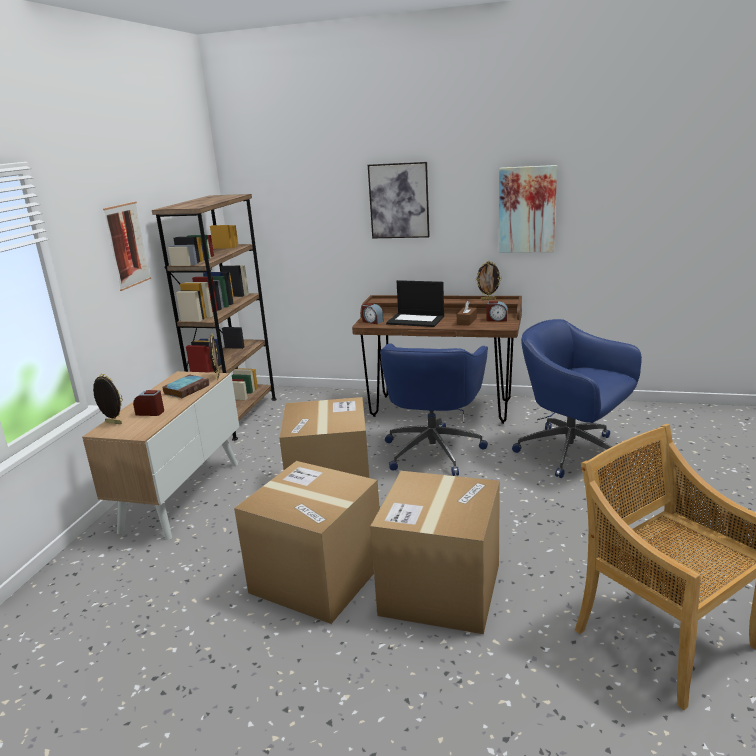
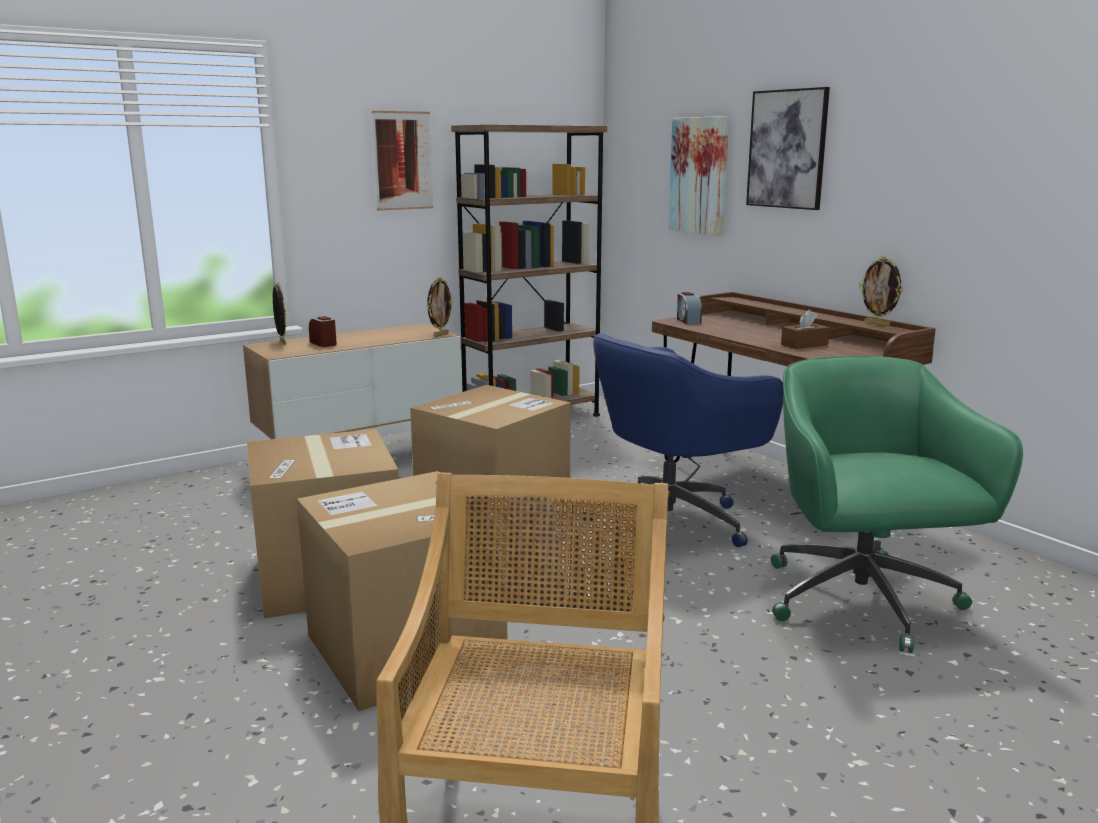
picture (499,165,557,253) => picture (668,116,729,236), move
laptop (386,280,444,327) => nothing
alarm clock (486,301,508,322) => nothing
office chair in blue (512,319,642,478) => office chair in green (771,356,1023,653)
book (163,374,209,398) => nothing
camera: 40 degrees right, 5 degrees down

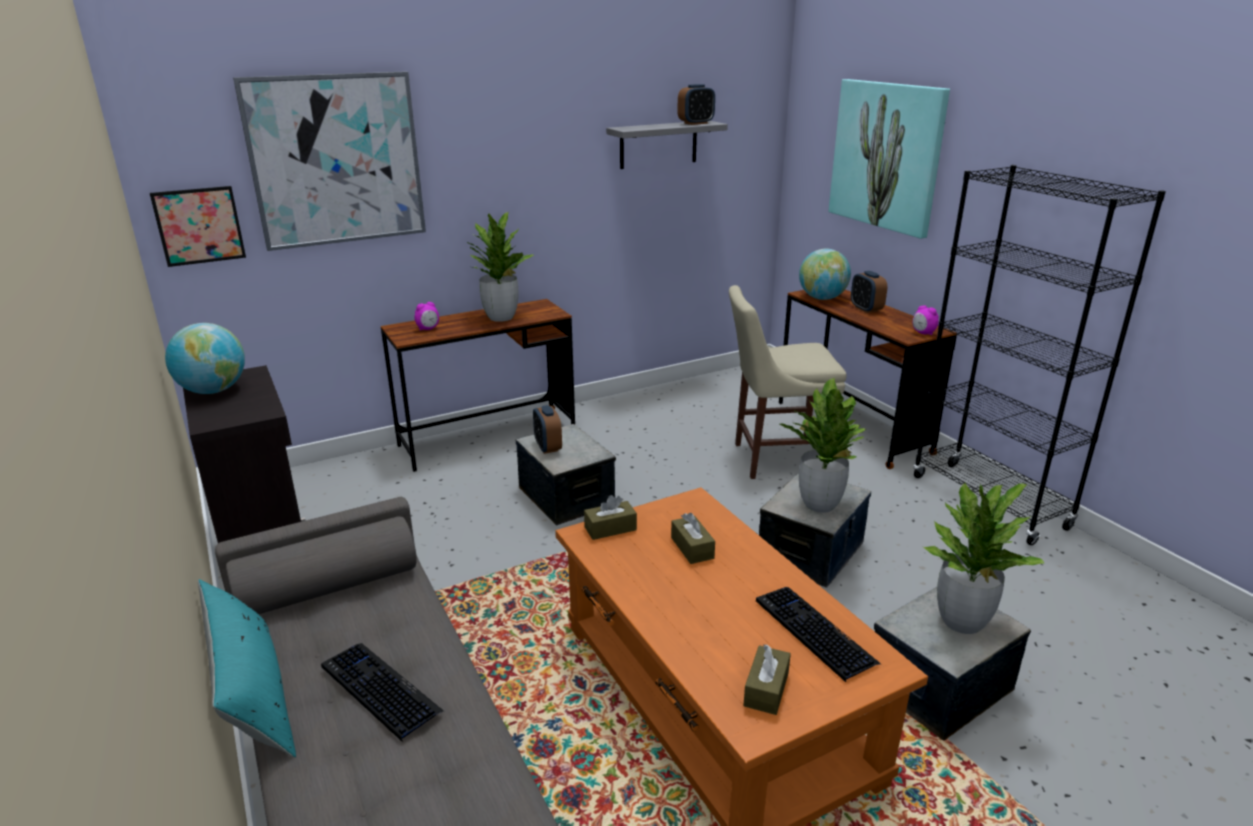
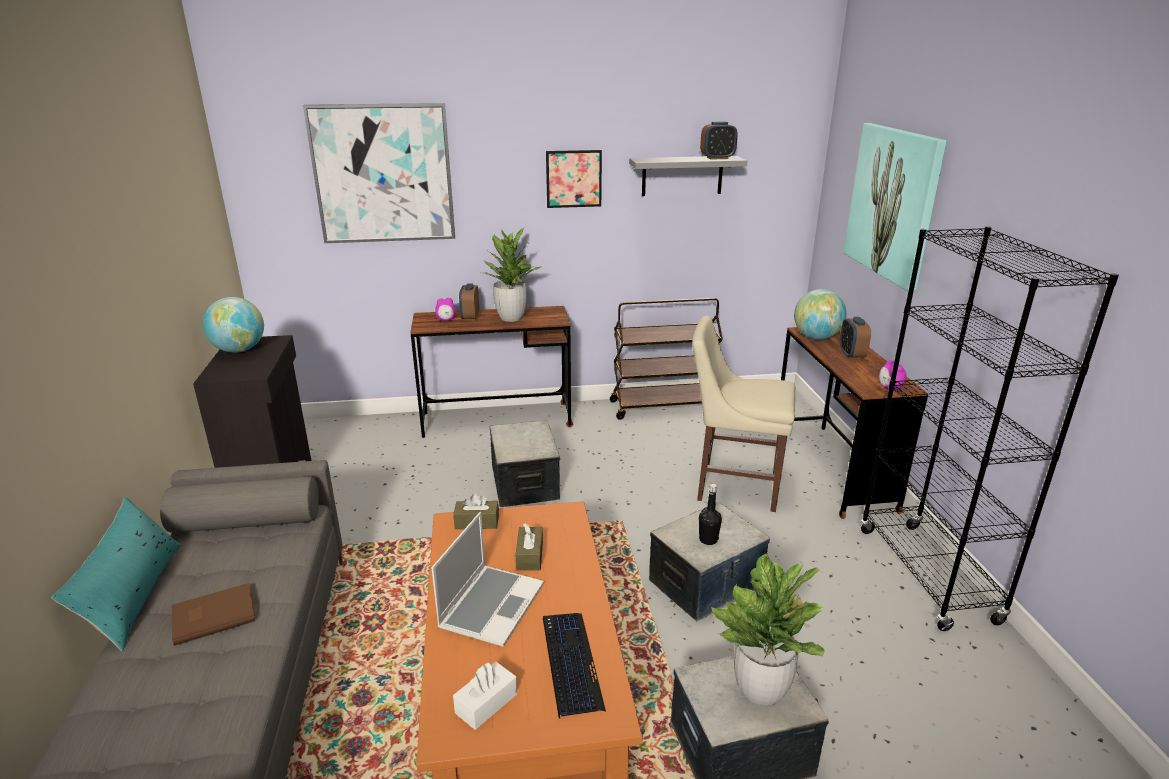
picture (150,186,246,267) => picture (546,150,602,208), move
potted plant (780,378,867,513) => bottle in black (699,484,722,545)
alarm clock (533,405,562,454) => alarm clock (459,283,479,321), move
keyboard (321,643,444,741) => book in brown (172,583,255,646)
tissue box in brown (743,644,791,715) => tissue box in white (453,662,517,730)
nothing => cart in brown (610,298,723,420)
nothing => laptop (431,512,544,647)
camera: 20 degrees right, 0 degrees up

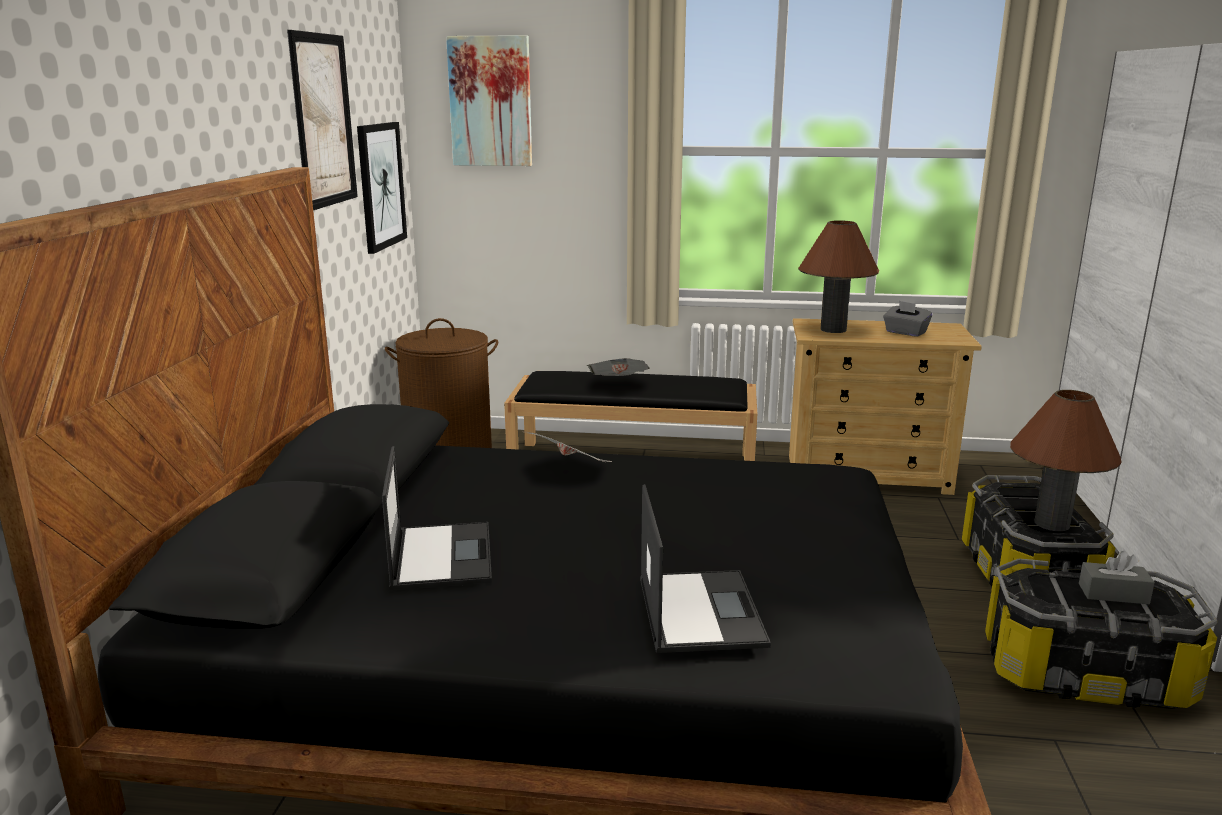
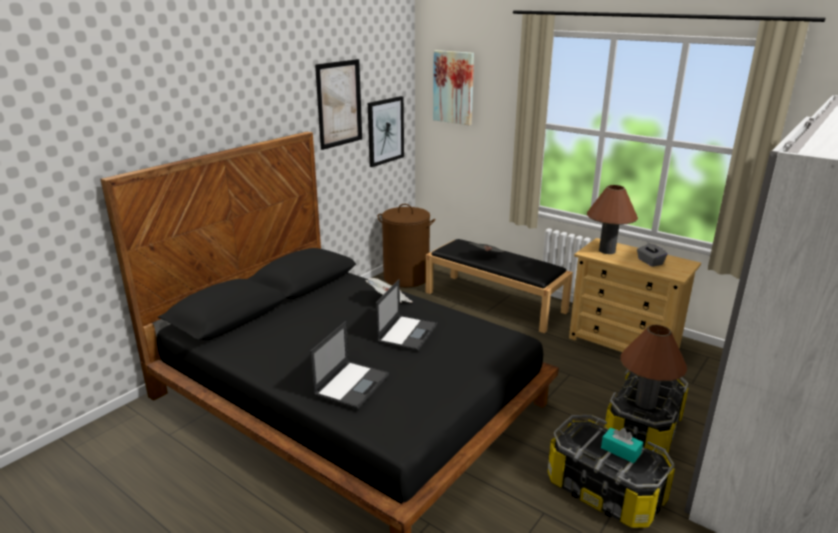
laptop (382,446,492,591) => laptop (376,279,437,351), move
tissue box in grey (1079,551,1155,604) => tissue box in turquoise (601,428,643,463)
camera: 30 degrees right, 5 degrees up

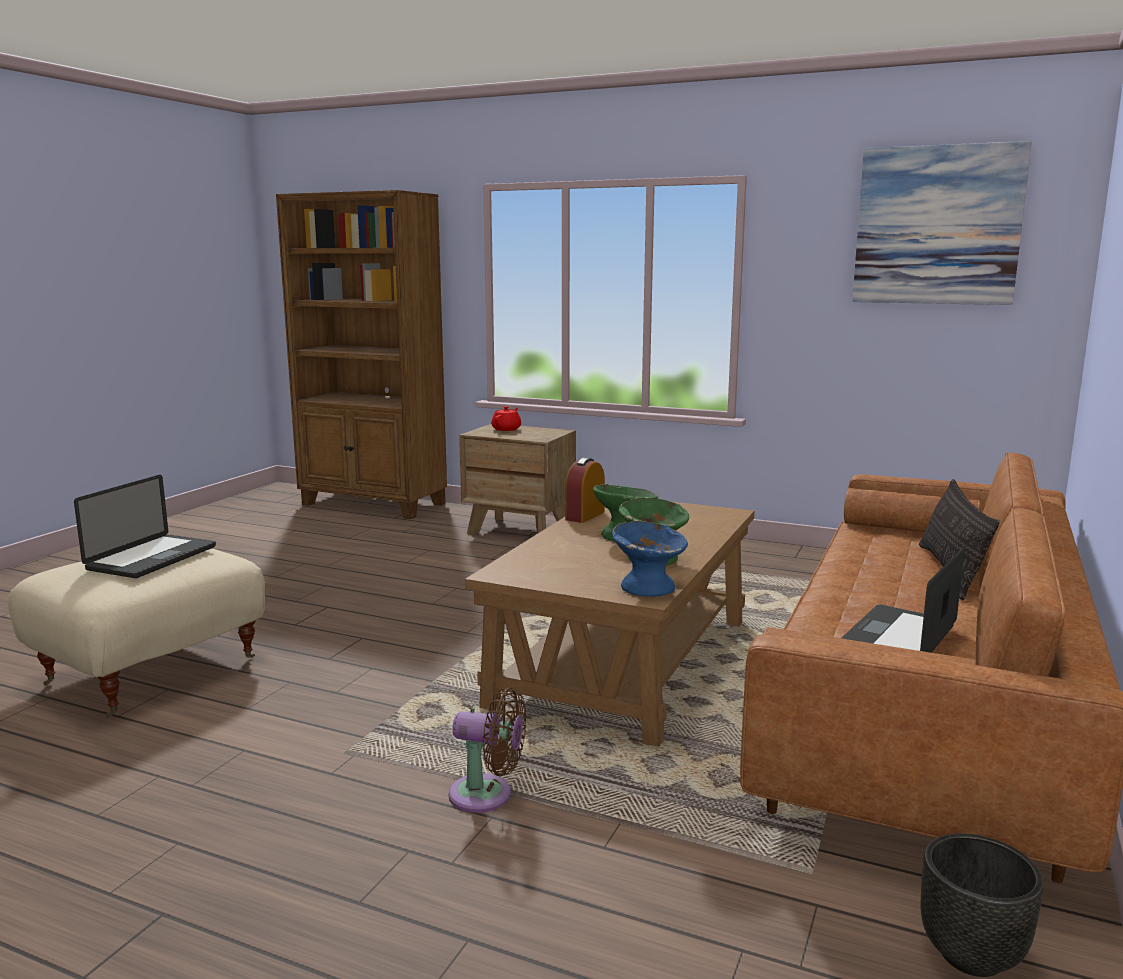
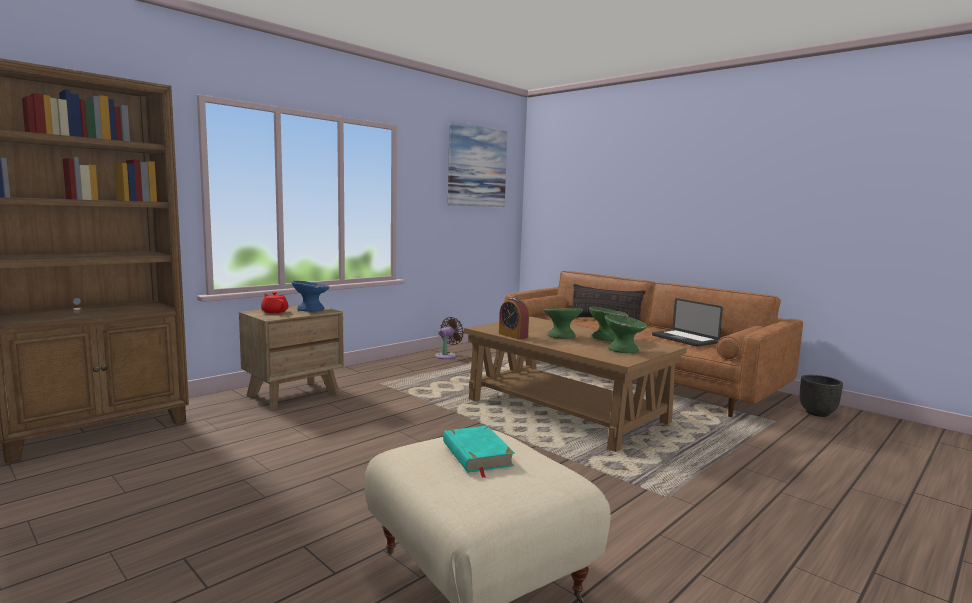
laptop (74,475,216,578) => book in turquoise (443,426,515,478)
bowl in blue (612,521,688,597) => bowl in blue (292,281,330,312), move
fan in brown (449,688,526,813) => fan in brown (435,317,464,359), move
nothing => bowl in green (605,314,647,353)
camera: 70 degrees left, 5 degrees down

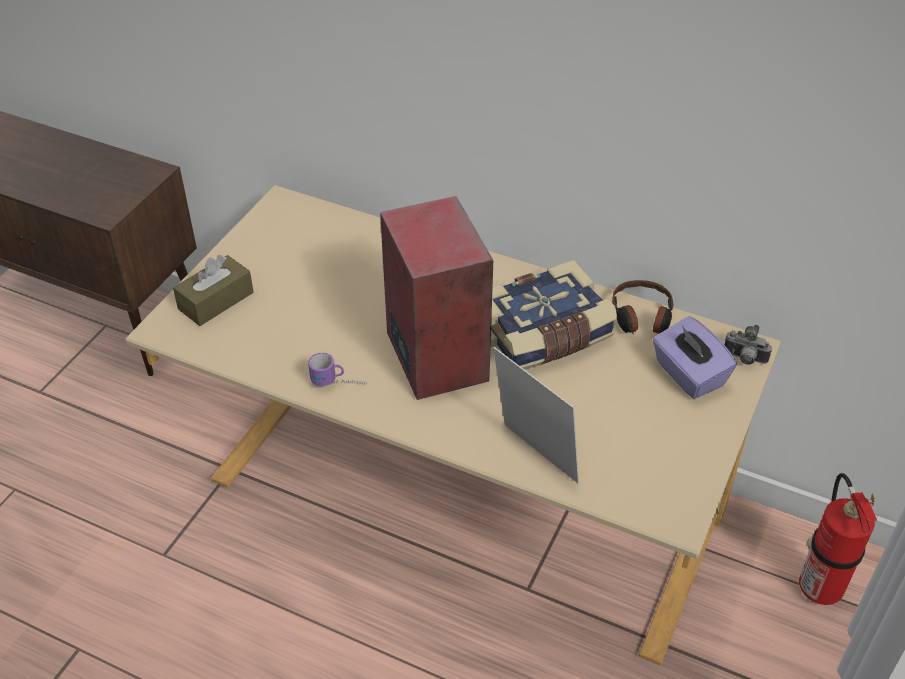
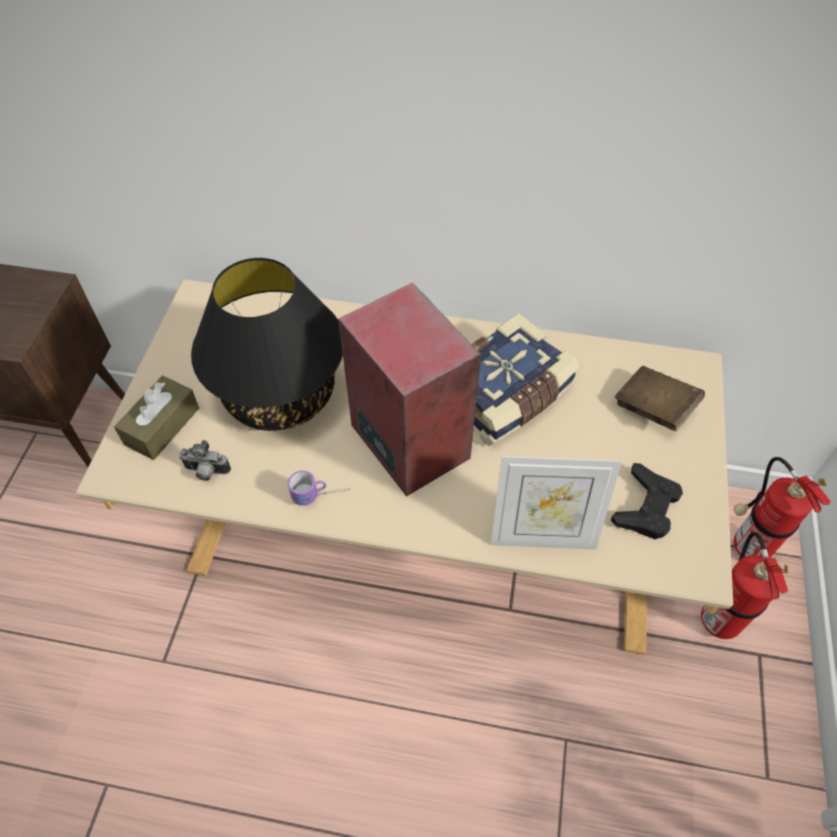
headphones (612,280,673,334) => nothing
tissue box in purple (652,316,737,399) => book in brown (615,366,705,431)
photo camera (724,325,772,365) => photo camera (179,440,231,481), move
picture frame (493,347,579,483) => picture frame (491,456,622,550), 150 degrees clockwise
nothing => table lamp in black (191,258,343,431)
nothing => game controller in black (611,463,683,539)
nothing => fire extinguisher (701,532,788,639)
camera: 15 degrees left, 10 degrees up

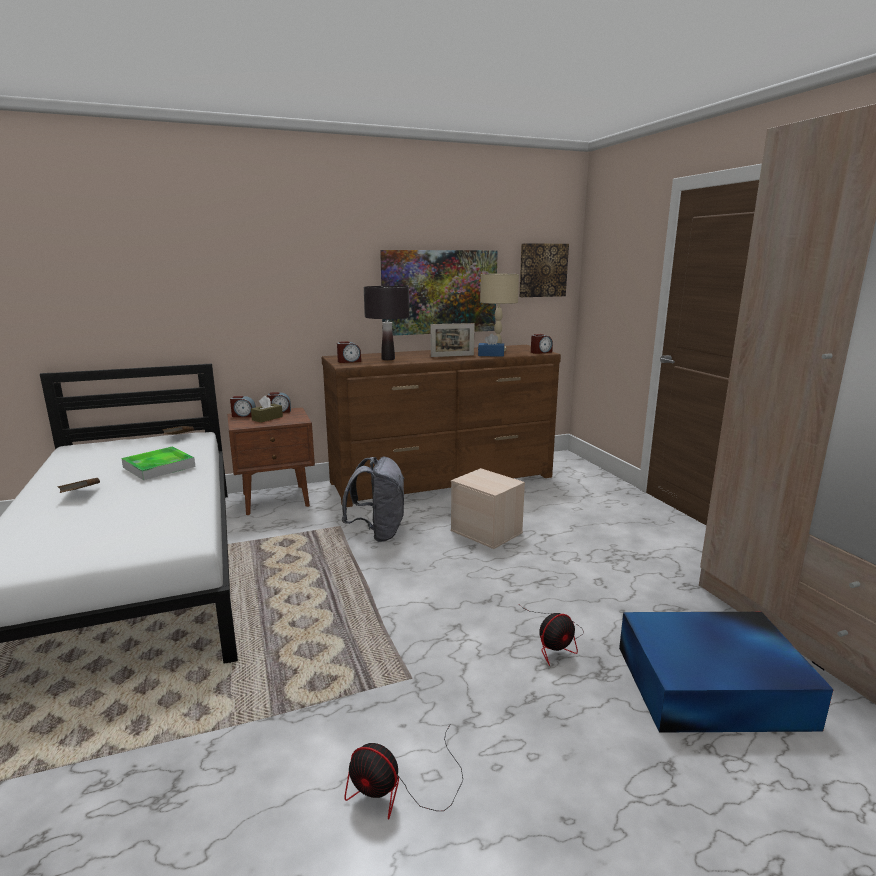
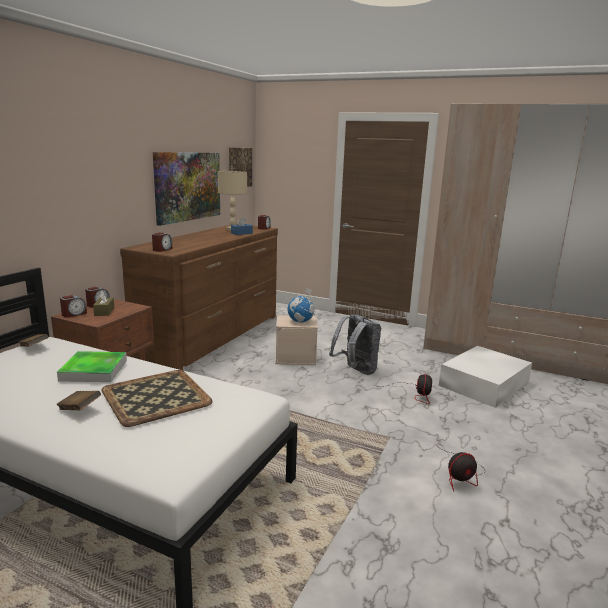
table lamp in black (364,286,409,360) => nothing
picture frame (431,323,475,357) => nothing
backpack in grey (342,457,405,542) => backpack in grey (329,314,381,375), move
storage box in blue (619,612,834,732) => storage box in white (439,346,532,408)
nothing => globe (288,287,315,323)
nothing => tray (102,370,213,427)
camera: 45 degrees left, 0 degrees up

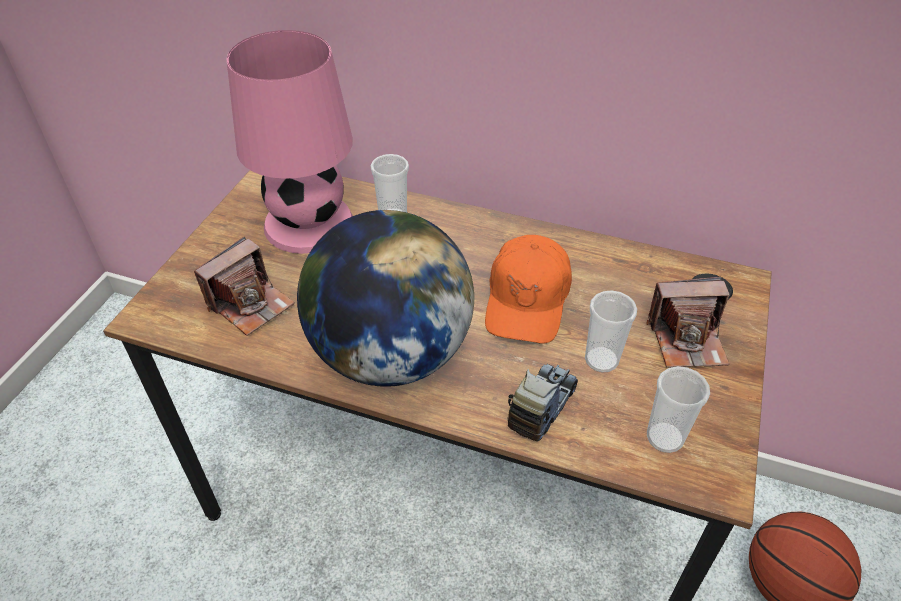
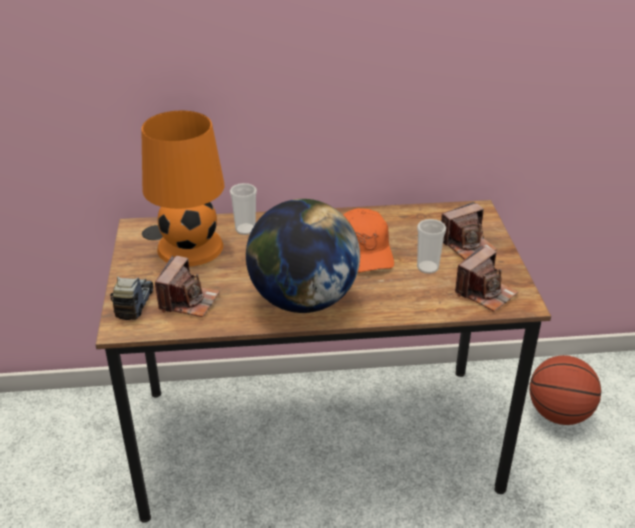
table lamp in pink (226,30,353,254) => table lamp in orange (141,111,224,266)
toy truck (507,364,578,441) => toy truck (110,276,153,320), move
cup (647,366,710,453) => photo camera (455,245,518,312)
camera: 25 degrees left, 10 degrees down

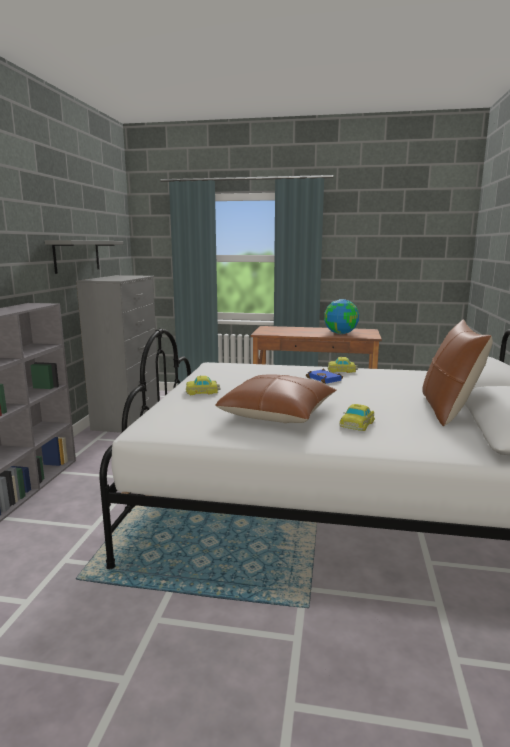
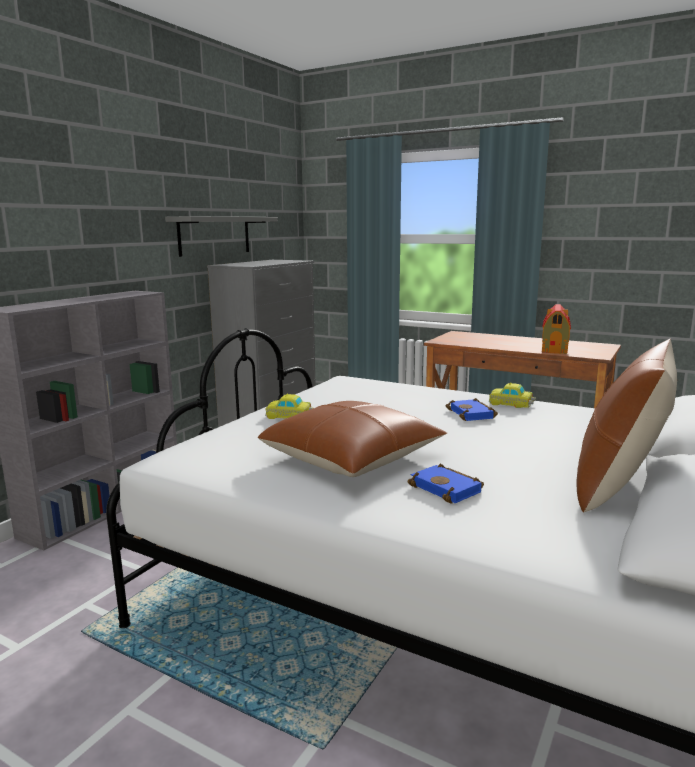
globe (324,299,359,334) => toy house (542,304,571,354)
toy car (340,404,375,431) => book in blue (408,464,484,504)
camera: 20 degrees right, 0 degrees up

